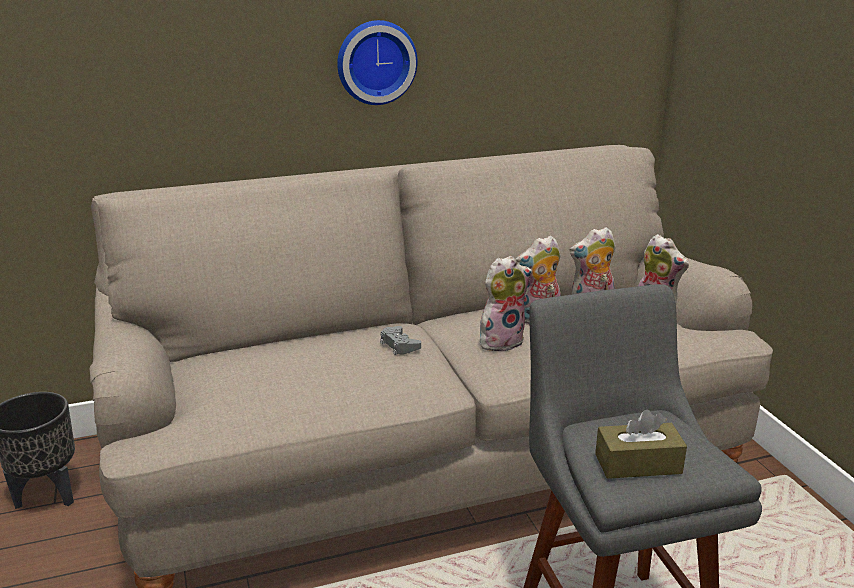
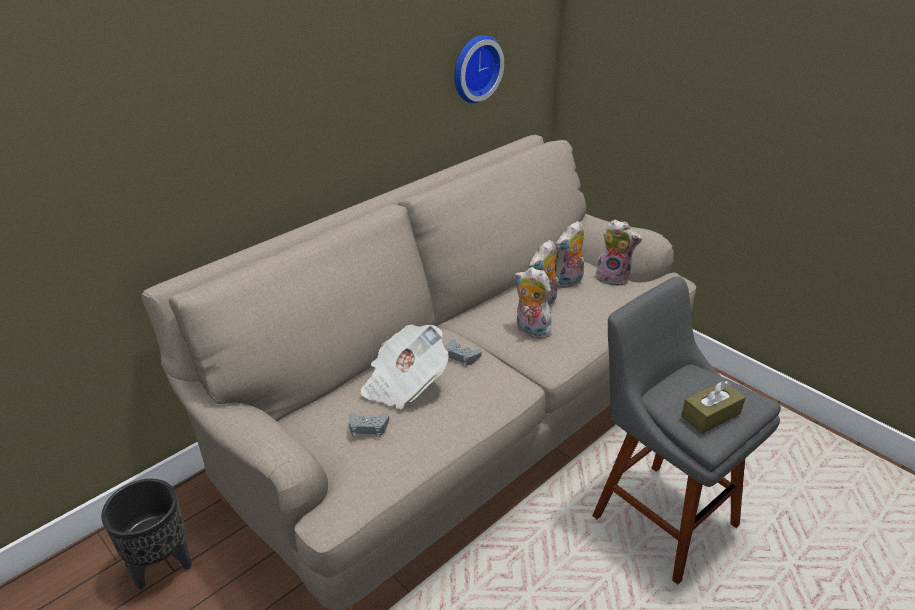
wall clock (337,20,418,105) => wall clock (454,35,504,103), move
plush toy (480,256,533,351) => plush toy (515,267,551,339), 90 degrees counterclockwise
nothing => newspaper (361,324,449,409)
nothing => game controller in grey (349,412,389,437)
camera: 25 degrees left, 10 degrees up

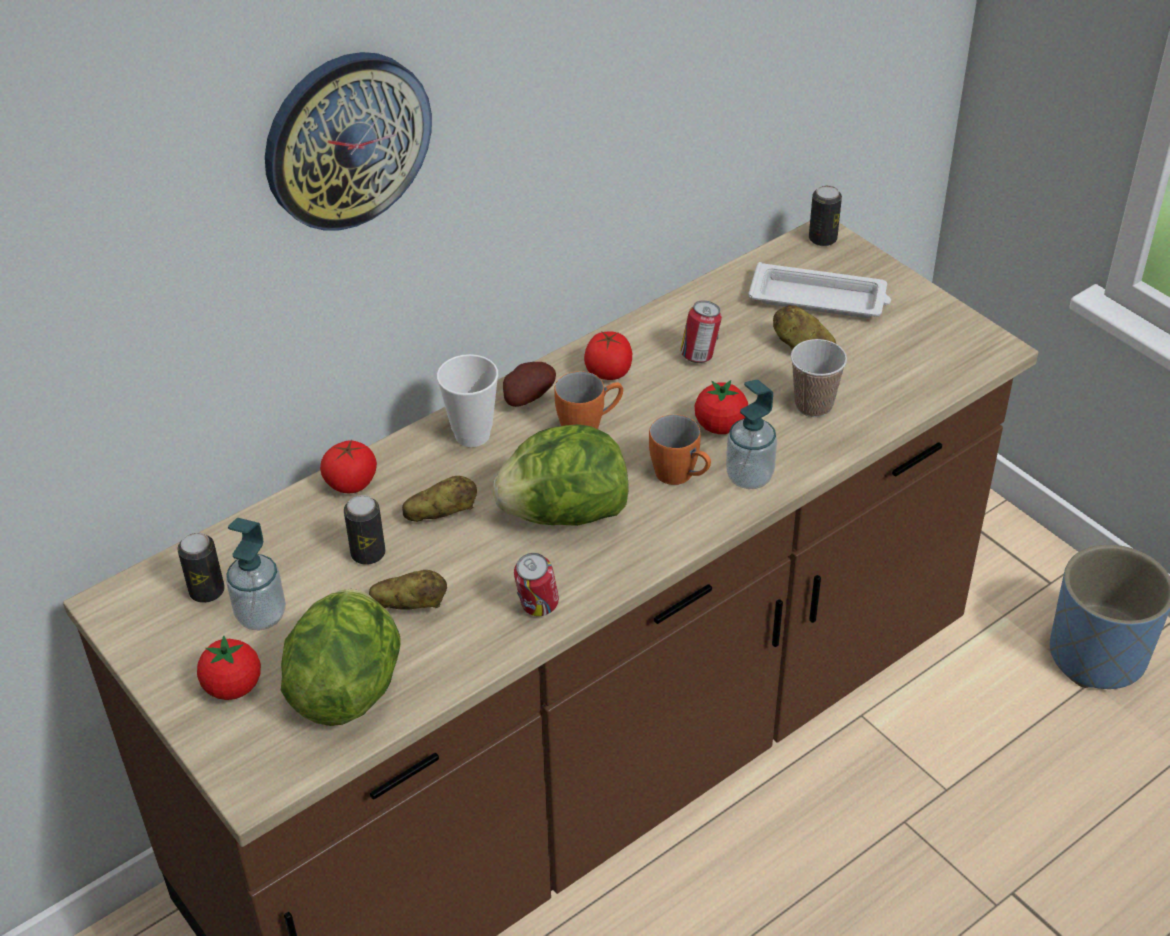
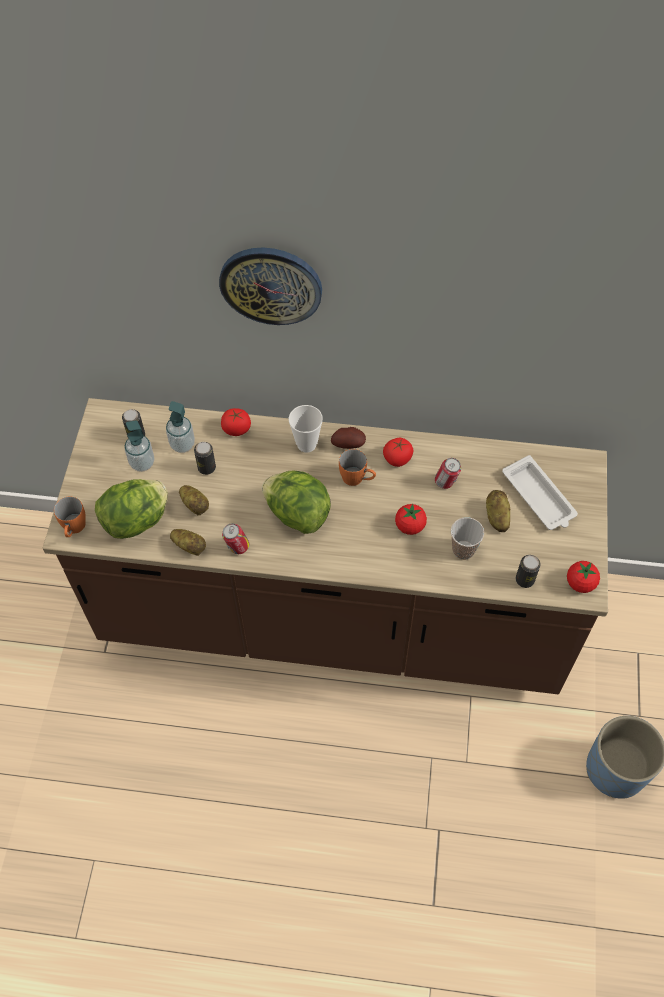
can (809,185,842,246) => can (516,555,541,588), move
soap dispenser (726,380,777,489) => soap dispenser (166,401,195,453), move
mug in orange (649,414,711,485) => mug in orange (54,497,86,537), move
potato (402,476,477,522) => potato (170,529,206,556), move
tomato (197,635,261,700) => tomato (567,561,600,593), move
camera: 45 degrees right, 15 degrees up

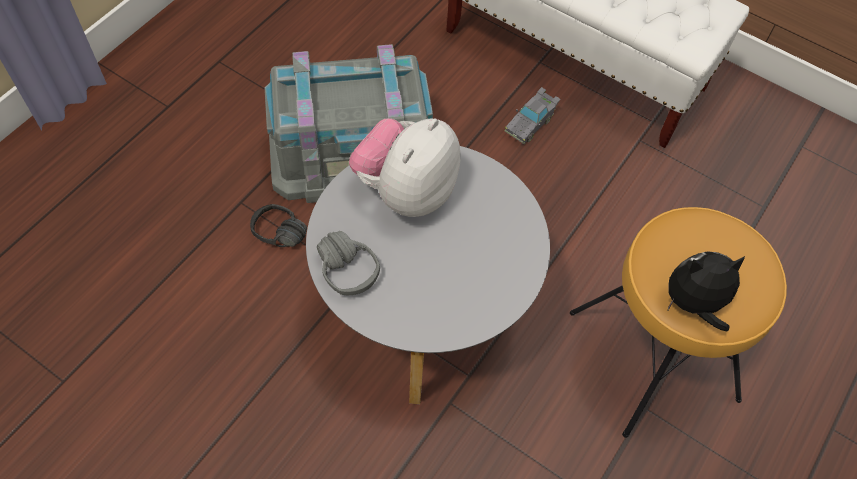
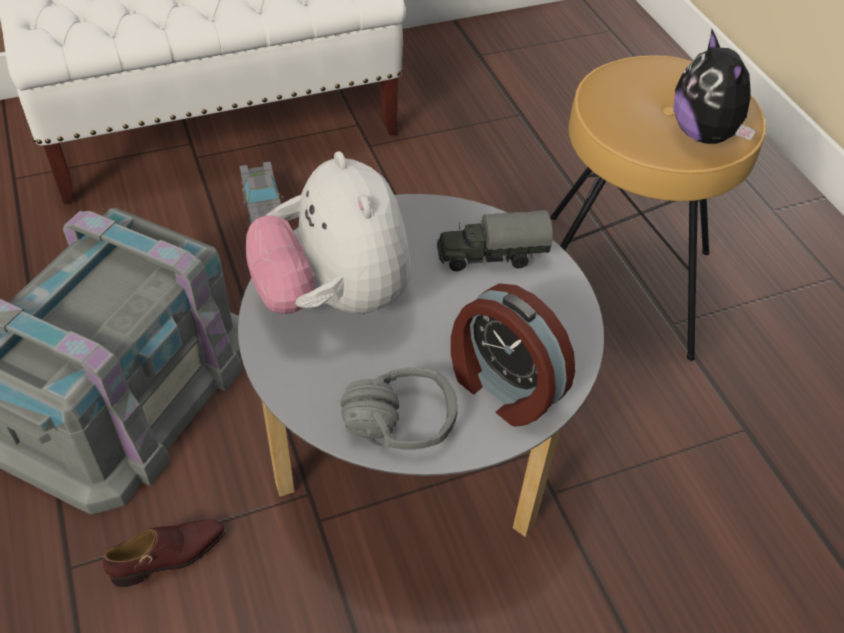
headphones in black (250,204,307,247) => shoe in brown (103,519,226,587)
plush toy (667,251,745,332) => plush toy (673,29,756,144), 45 degrees counterclockwise
nothing => toy truck (437,210,553,271)
nothing => alarm clock (451,283,575,427)
camera: 55 degrees left, 10 degrees down

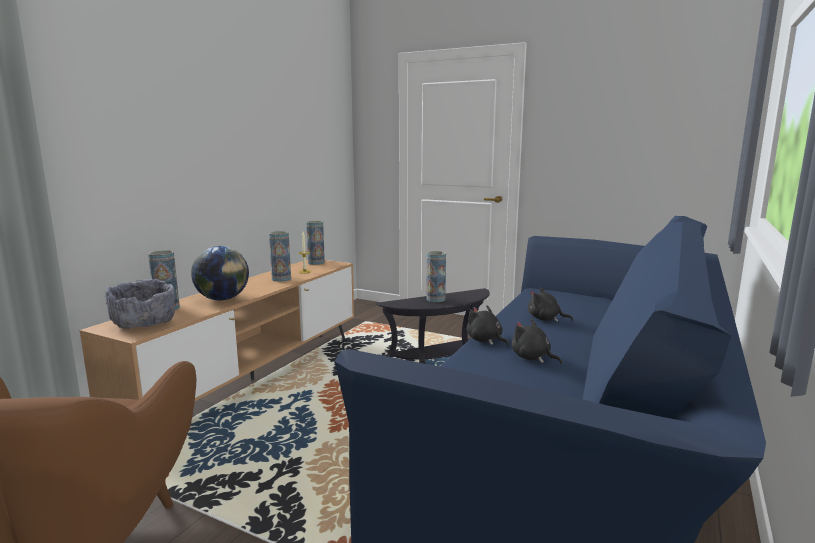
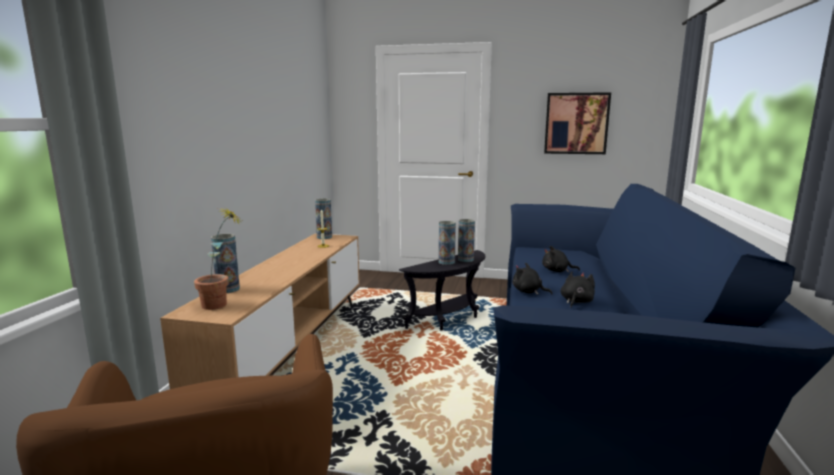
vase (269,231,291,282) => vase (458,219,475,262), move
globe (191,246,249,300) => nothing
bowl in grey (105,279,175,329) => potted plant (194,207,240,310)
plush toy in black (511,319,562,364) => plush toy in black (560,271,595,308), 90 degrees clockwise
nothing => picture (544,92,611,154)
camera: 15 degrees left, 0 degrees up

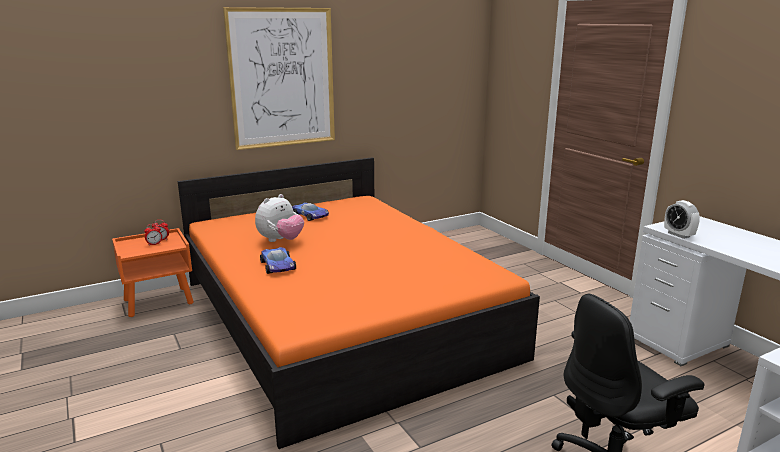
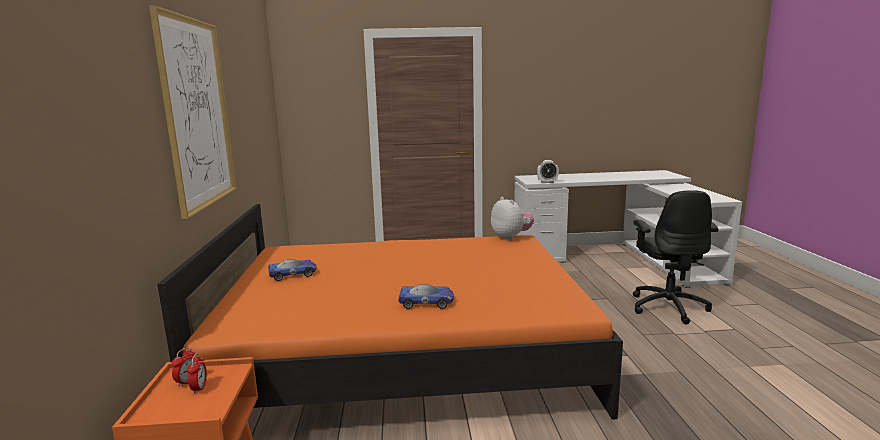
plush toy (255,194,304,242) => plush toy (491,197,534,240), move
camera: 65 degrees left, 5 degrees down

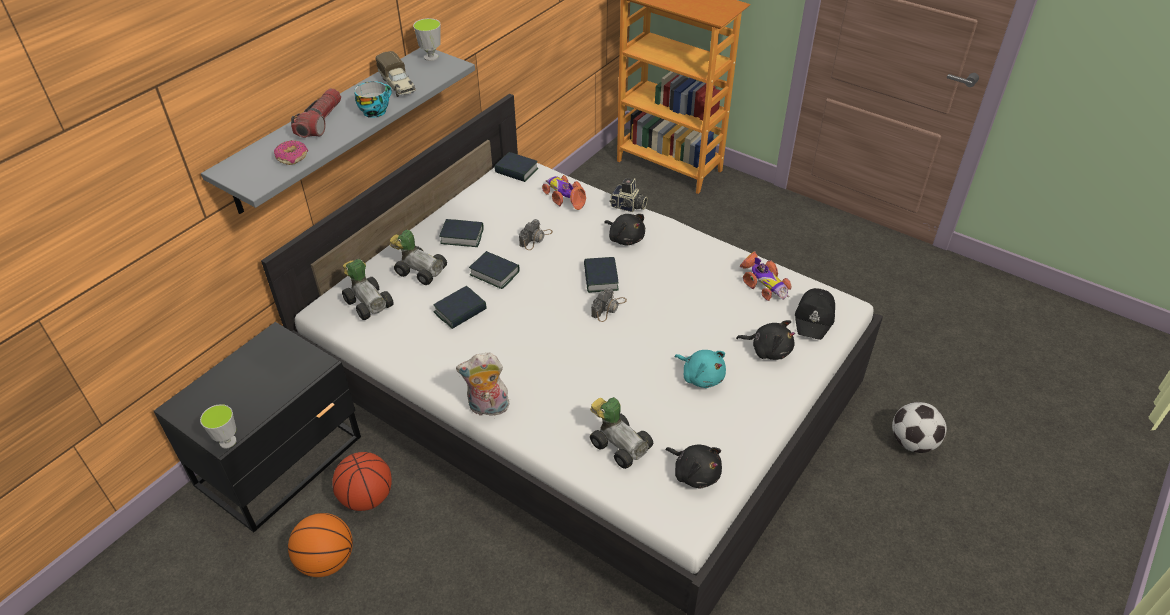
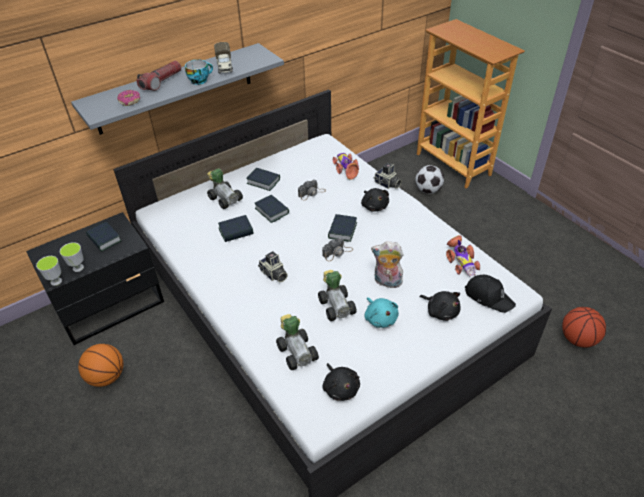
cup (413,18,441,61) => cup (60,242,84,272), move
book (494,152,538,182) => book (86,222,121,252), move
toy car (342,259,394,320) => toy car (318,270,356,321), move
cap in black (795,288,835,340) => cap in black (465,275,516,313), 90 degrees counterclockwise
plush toy (456,353,510,416) => plush toy (371,241,403,288), move
football (892,402,947,453) => football (415,165,444,194), move
basketball (332,452,392,511) => basketball (562,307,606,348), move
nothing => photo camera (258,251,288,282)
camera: 20 degrees right, 0 degrees up

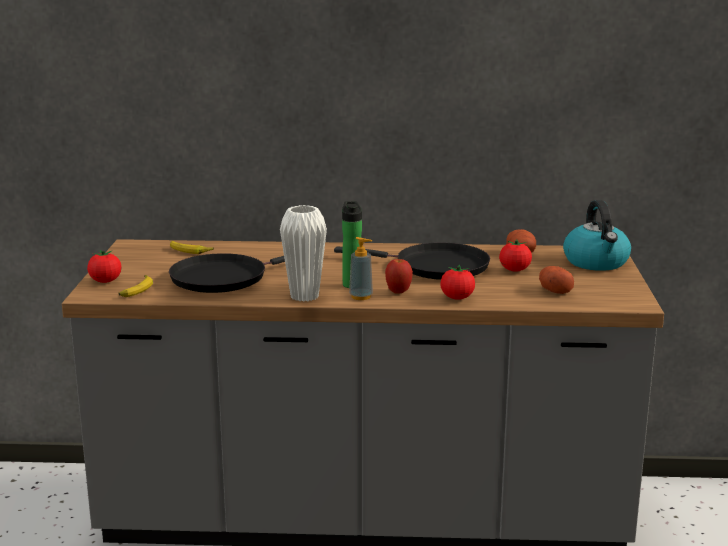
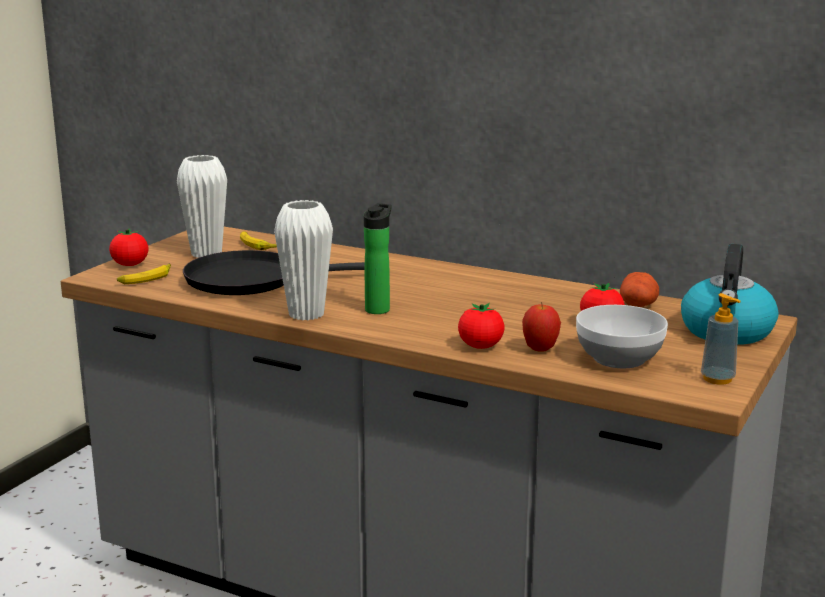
soap dispenser (349,237,373,300) => soap dispenser (701,293,741,385), move
frying pan in black (334,243,490,280) => nothing
apple (385,257,413,294) => apple (522,304,561,351), move
potato (539,266,574,294) => bowl (576,305,668,368)
nothing => vase in white (177,155,227,258)
camera: 25 degrees right, 0 degrees up

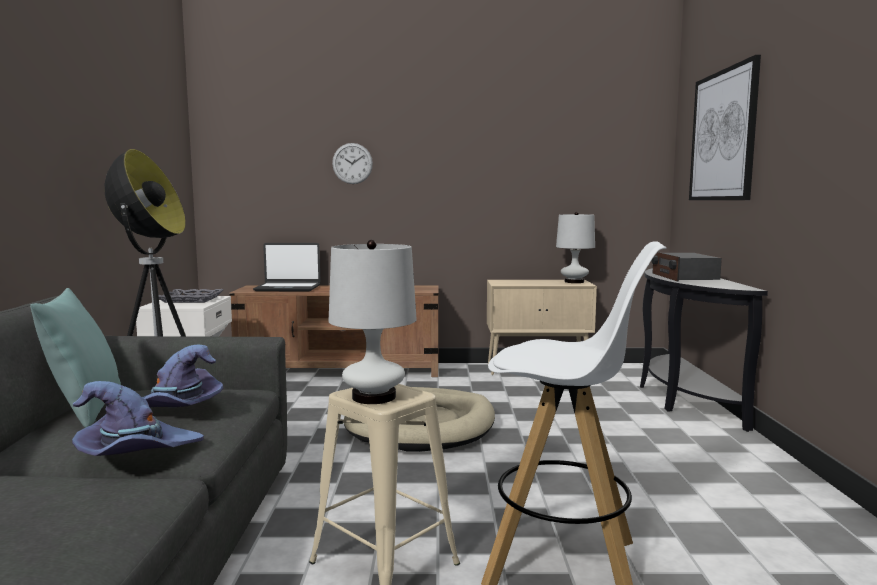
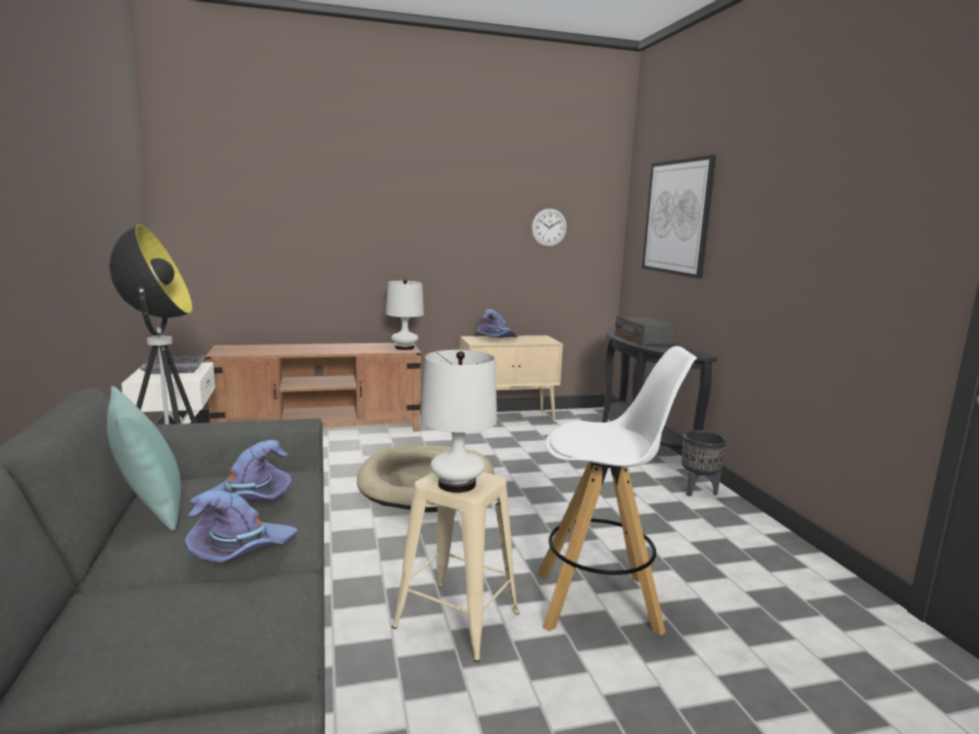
wall clock (332,143,373,184) => wall clock (531,208,567,247), move
table lamp in white (556,212,595,283) => table lamp in white (386,280,424,350), move
laptop (253,243,321,291) => nothing
nothing => hat in purple (476,309,518,338)
nothing => planter in black (682,430,727,497)
camera: 15 degrees left, 5 degrees up

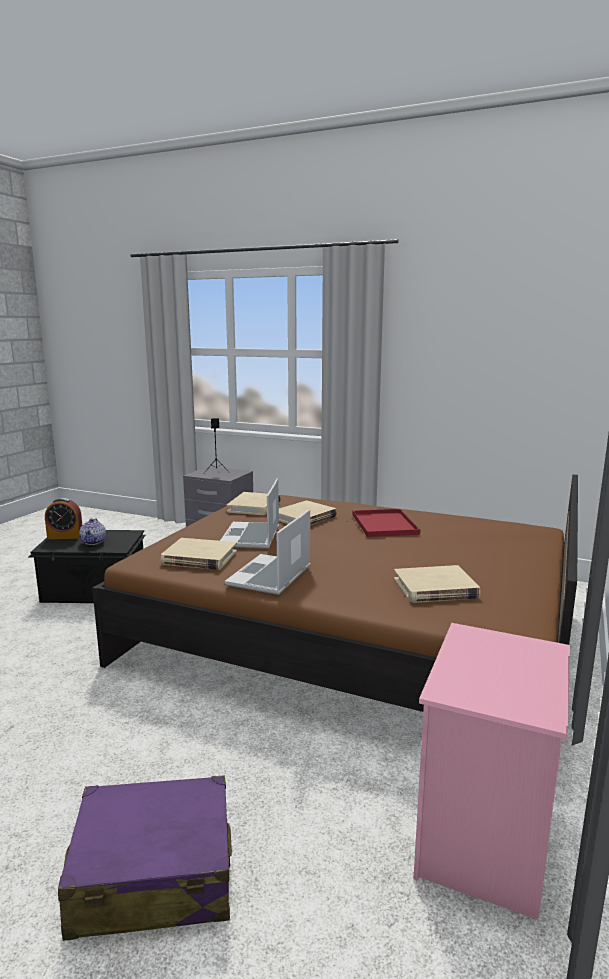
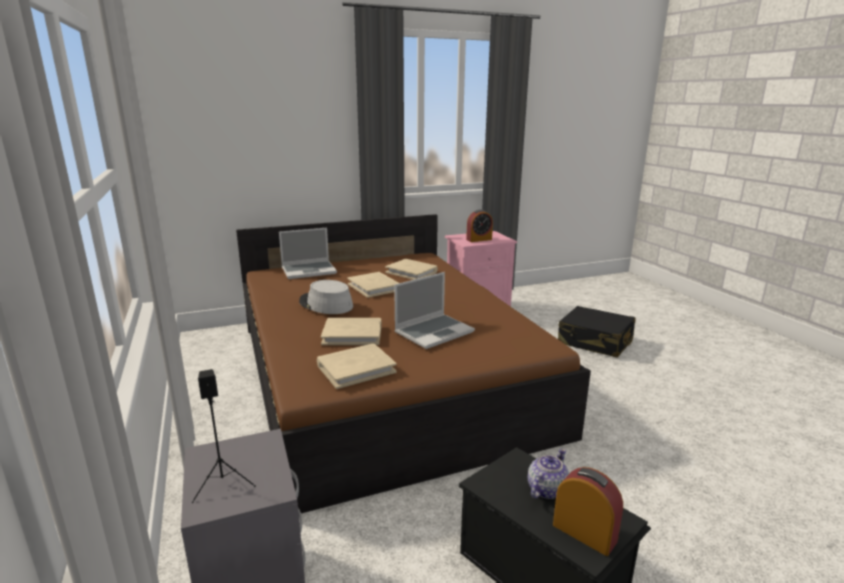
laptop (225,509,311,595) => laptop (279,228,337,279), move
tray in red (353,509,420,537) => hat in grey (299,280,353,314)
book in beige (161,538,237,570) => book in beige (347,272,399,298), move
suitcase in purple (58,775,232,941) => suitcase in black (558,306,636,358)
nothing => alarm clock (466,209,493,242)
camera: 135 degrees left, 5 degrees up

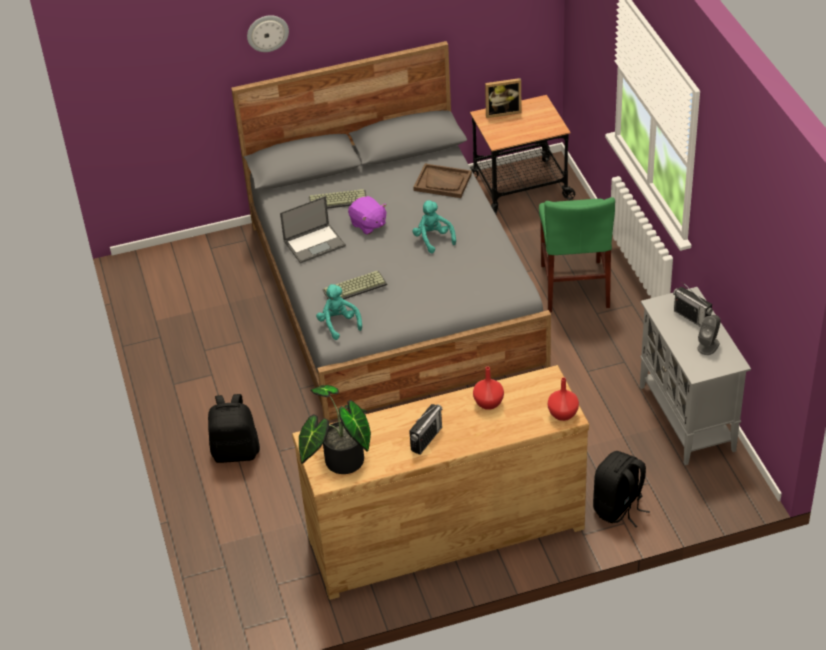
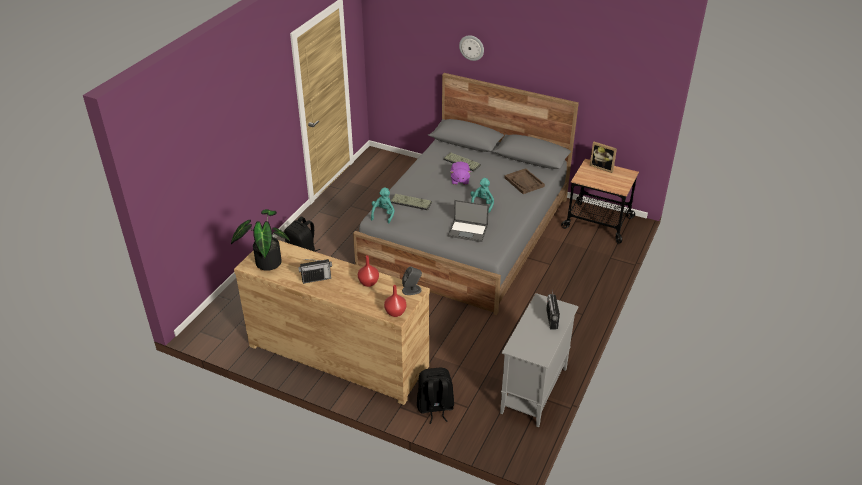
laptop (280,196,346,264) => laptop (448,200,489,242), move
chair in green (539,197,615,312) => nothing
speaker in grey (697,315,721,355) => speaker in grey (402,266,422,295), move
camera: 40 degrees right, 5 degrees down

